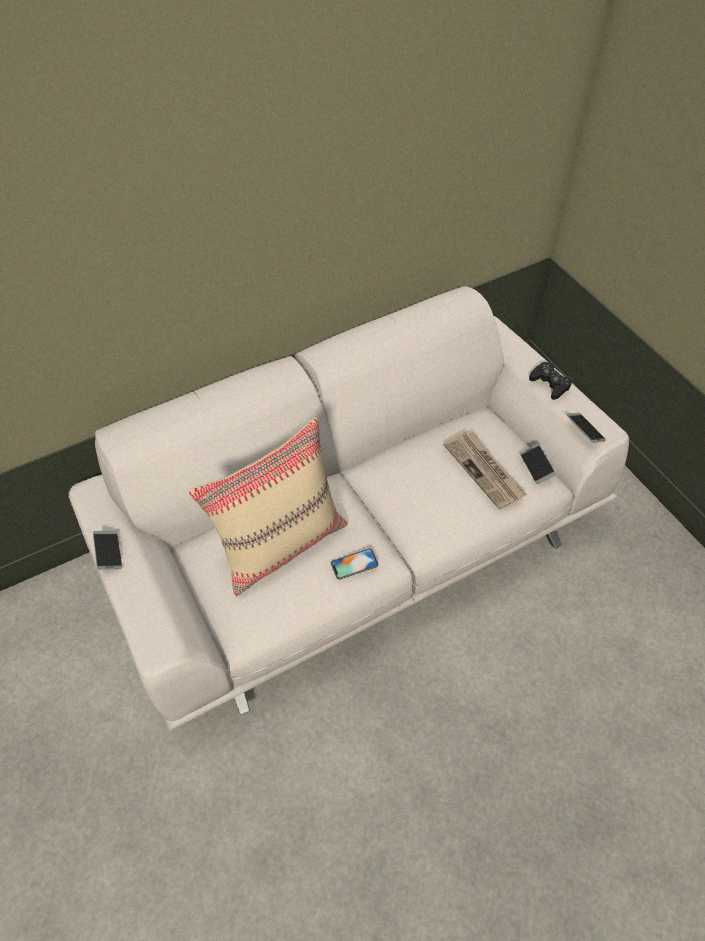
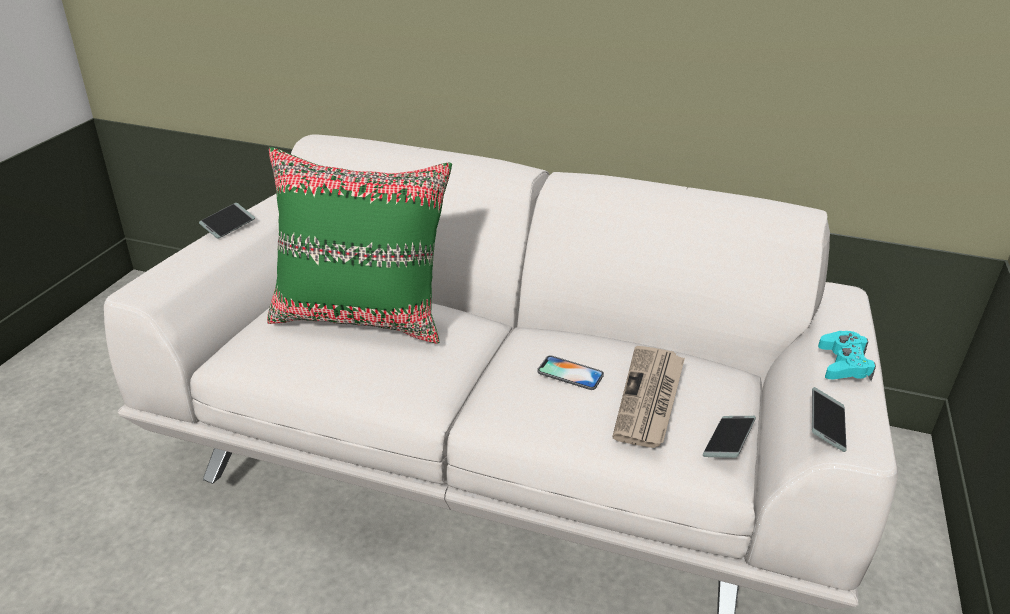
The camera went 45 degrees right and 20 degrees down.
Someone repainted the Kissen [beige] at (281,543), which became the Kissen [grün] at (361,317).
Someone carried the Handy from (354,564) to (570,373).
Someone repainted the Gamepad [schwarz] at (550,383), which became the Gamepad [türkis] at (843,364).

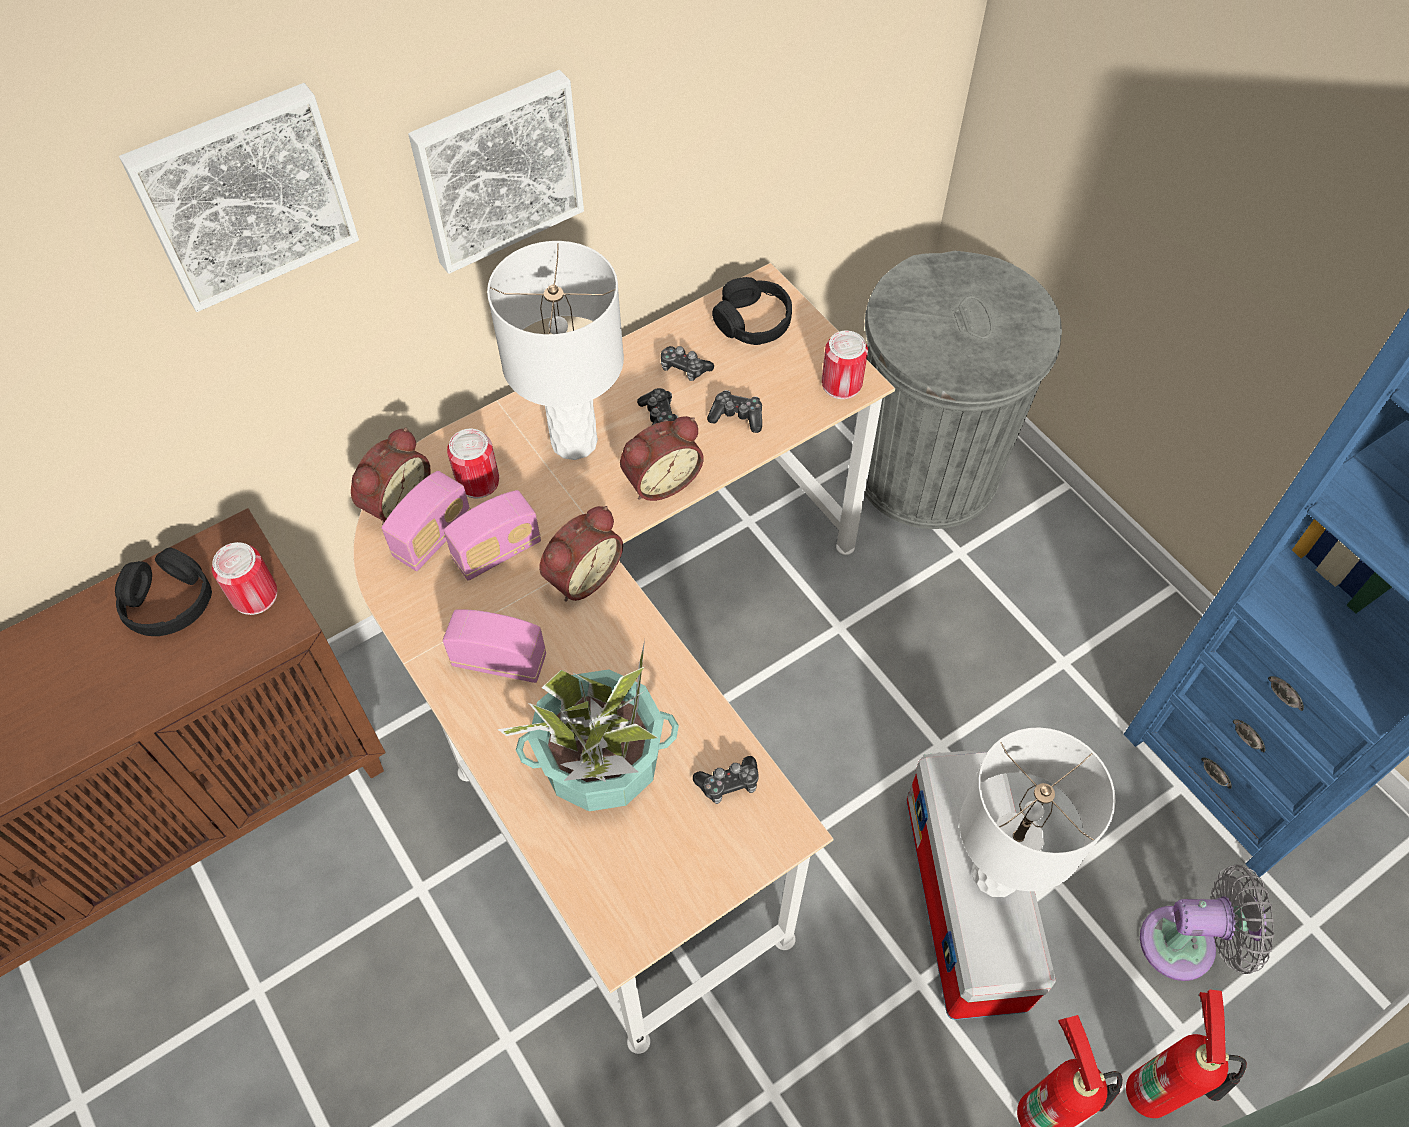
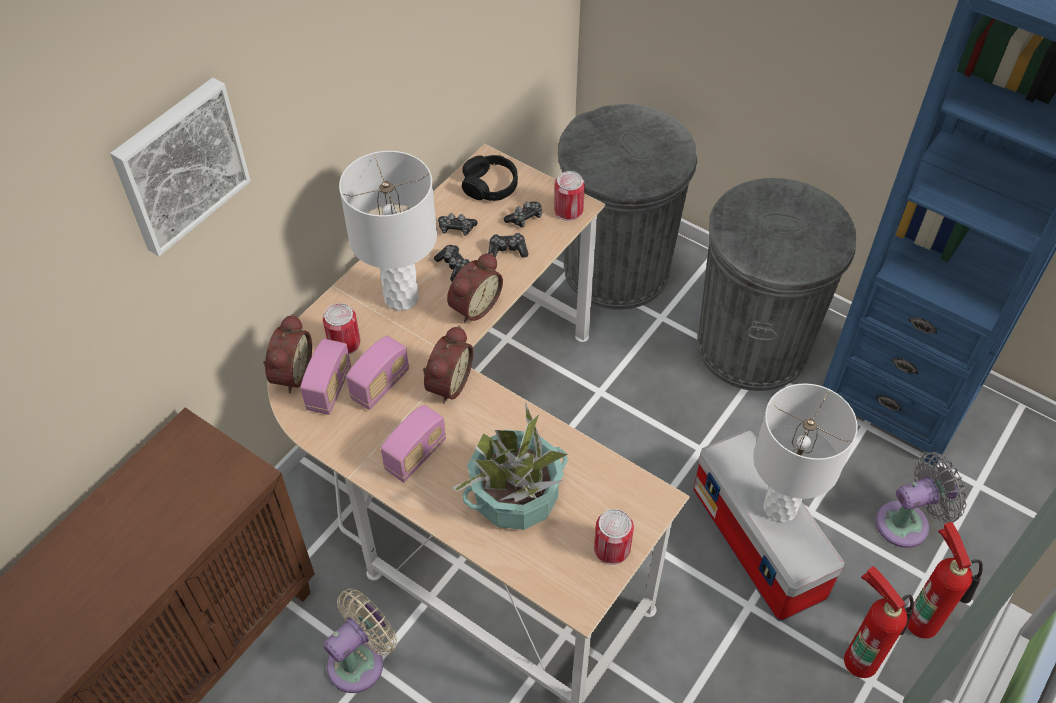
The camera went 20 degrees left and 5 degrees down.
Someone put down the Ventilator [beige] at (360,661).
Someone rotated the Radio at (499,661) by 135 degrees clockwise.
Someone carried the Gamepad from (728,784) to (525,218).
Someone carried the Dose from (254,595) to (612,548).
Someone put down the Mülleimer [grau] at (753,345).
Someone took away the Kopfhörer [schwarz] at (169,601).
Someone took away the Bild at (497,169).

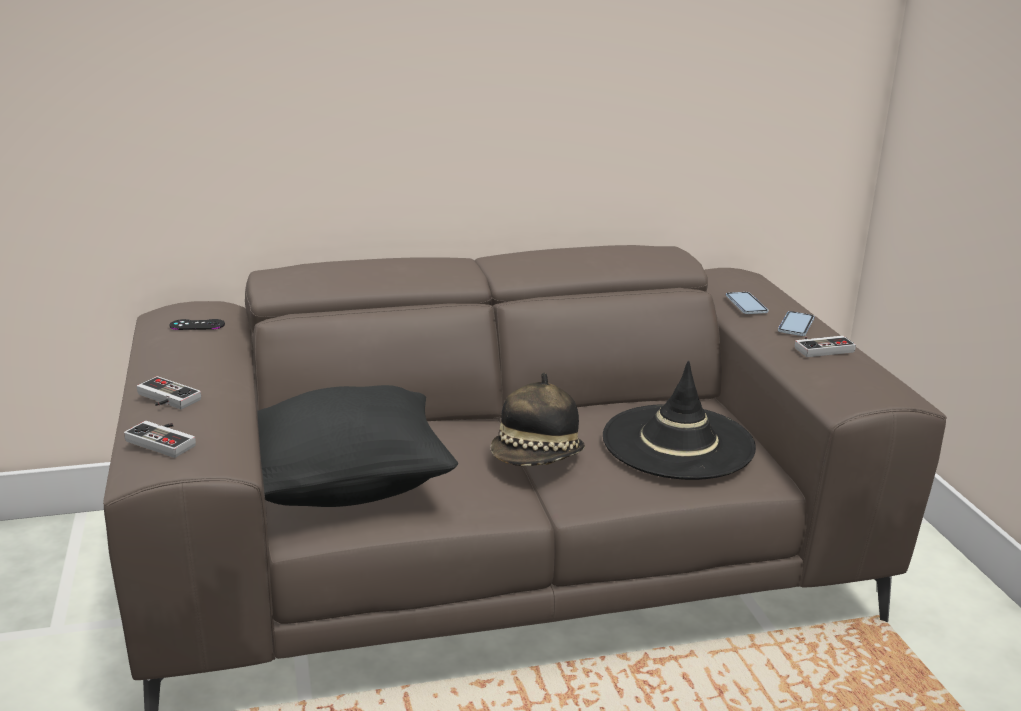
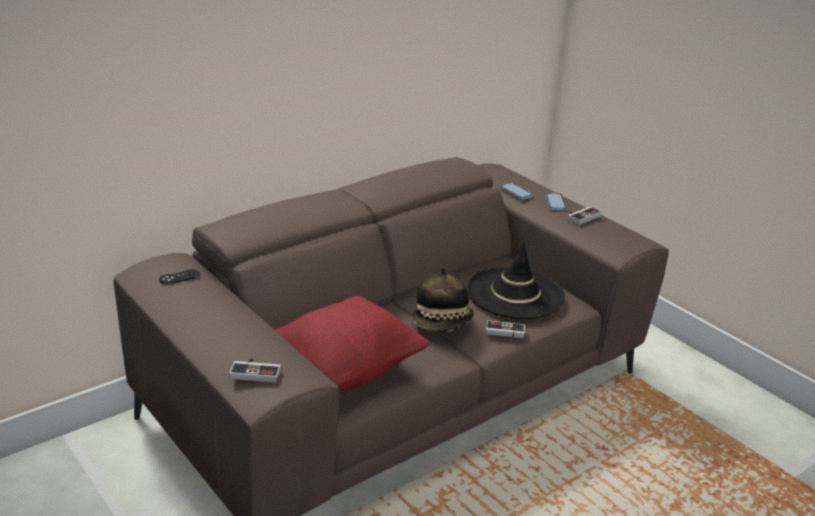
The camera went 25 degrees left and 5 degrees up.
Someone repainted the Kissen [schwarz] at (347,486), which became the Kissen [rot] at (342,371).
Someone carried the Gamepad from (164,399) to (504,334).

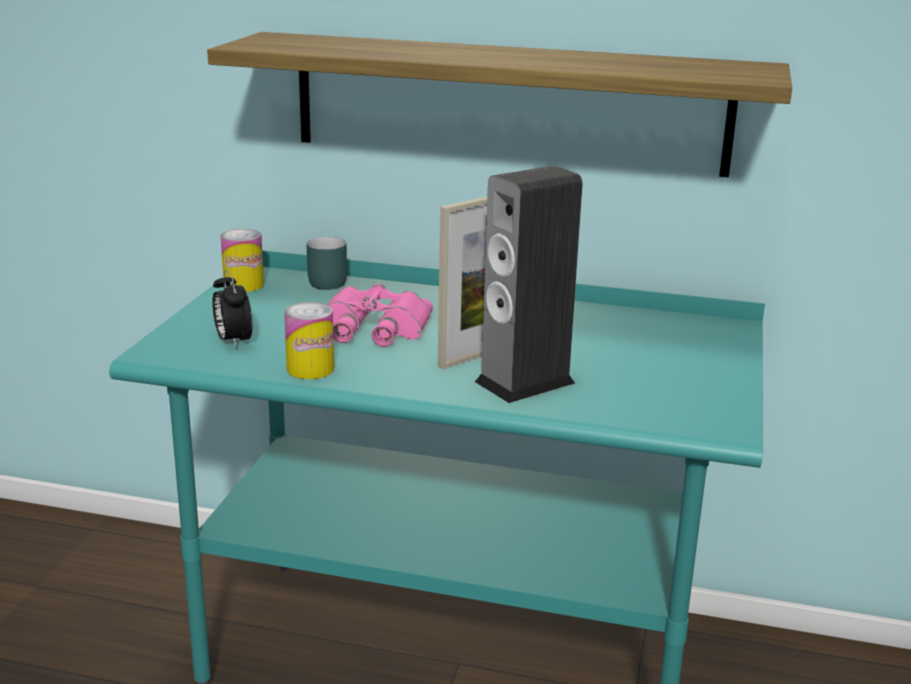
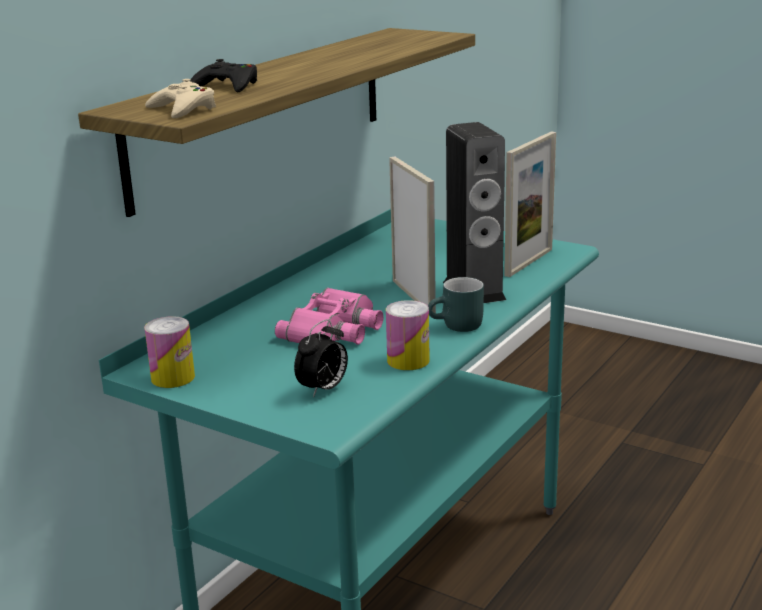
The camera went 70 degrees left and 0 degrees up.
Someone put down the Gamepad [beige] at (183,109).
Someone put down the Gamepad [schwarz] at (227,86).
Someone rotated the Wecker at (233,341) by 45 degrees counterclockwise.
Someone carried the Henkelbecher [türkis] from (322,282) to (457,327).
Someone put down the Bilderrahmen at (529,262).

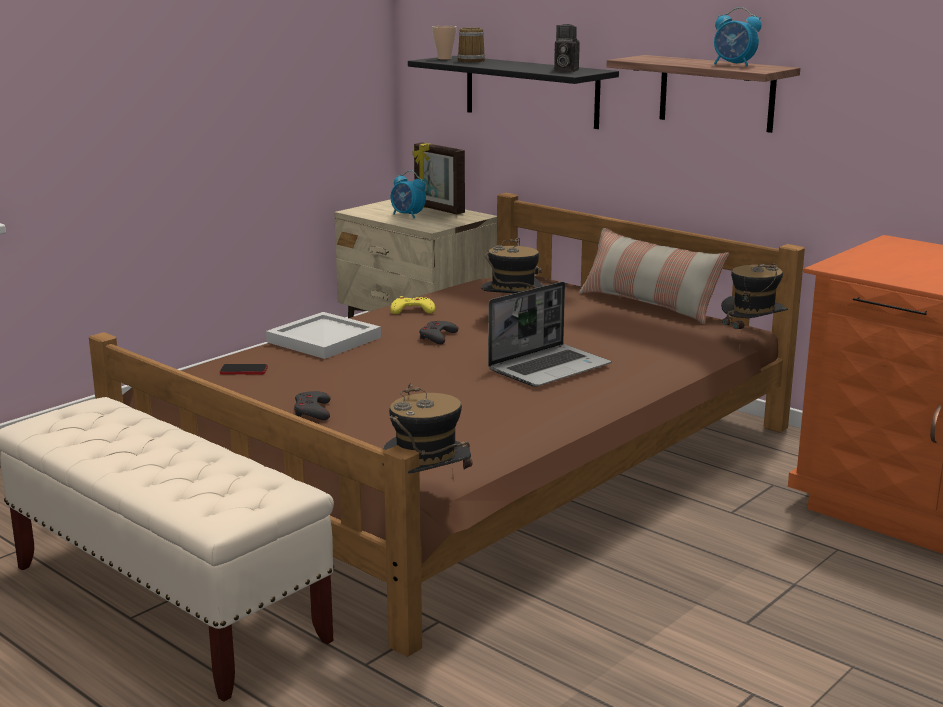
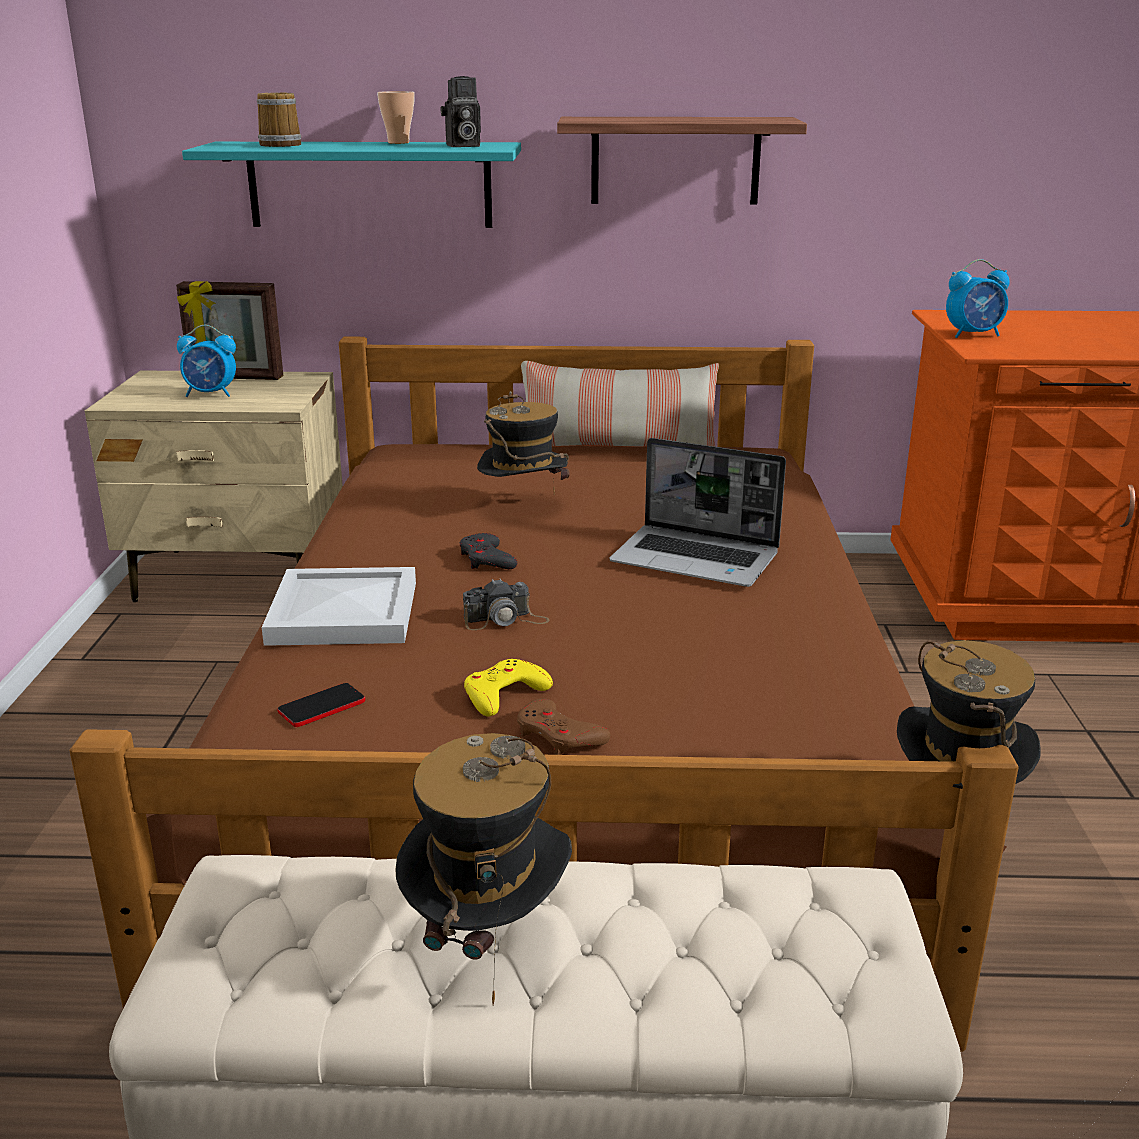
The camera went 40 degrees left and 5 degrees up.
Someone repainted the Wandregal [schwarz] at (531,91), which became the Wandregal [türkis] at (370,184).
Someone carried the Tasse from (444,58) to (398,142).
Someone carried the Hut from (751,341) to (487,939).
Someone put down the Kamera at (505,620).
Someone carried the Gamepad [gelb] from (412,310) to (504,694).
Someone repainted the Gamepad [grau] at (312,411), which became the Gamepad [braun] at (559,735).
Someone rotated the Laptop at (549,367) by 105 degrees clockwise.
Someone carried the Wecker from (734,65) to (974,335).

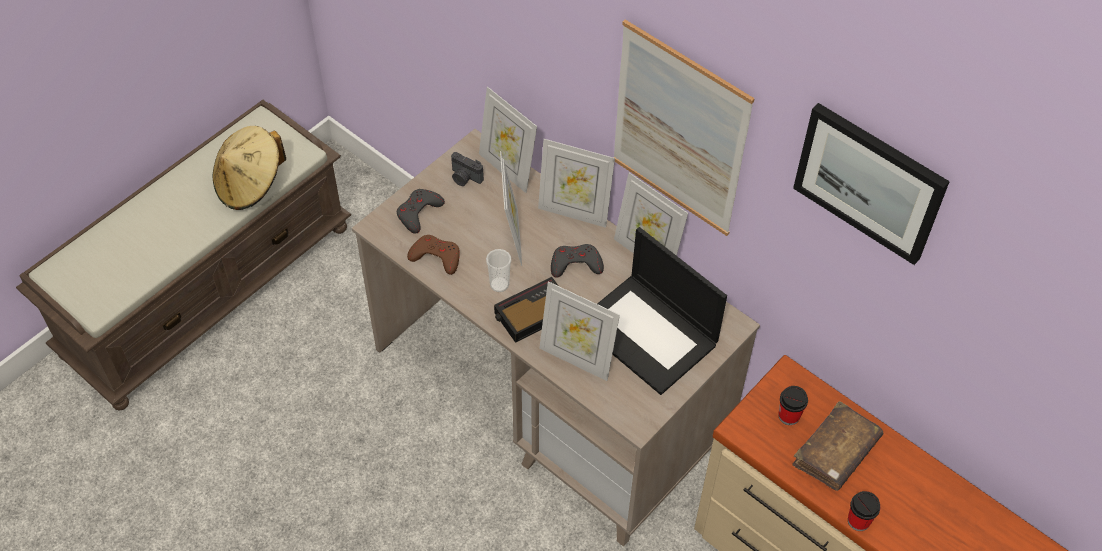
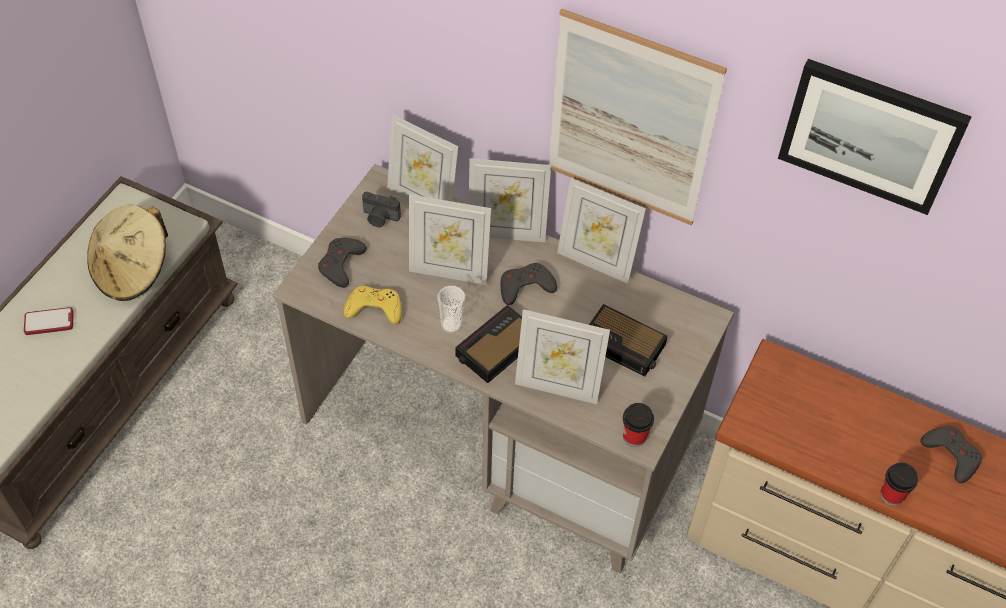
The camera went 15 degrees left and 0 degrees up.
Someone put down the Handy at (49,322).
Someone repainted the Gamepad [braun] at (436,257), which became the Gamepad [gelb] at (374,308).
Someone rotated the Bilderrahmen at (511,237) by 120 degrees clockwise.
Someone swapped the Laptop at (649,334) for the Wecker at (624,345).
Someone carried the Tasse from (789,416) to (634,436).
Someone put down the Gamepad [grau] at (951,455).
Someone took away the Buch [braun] at (835,452).

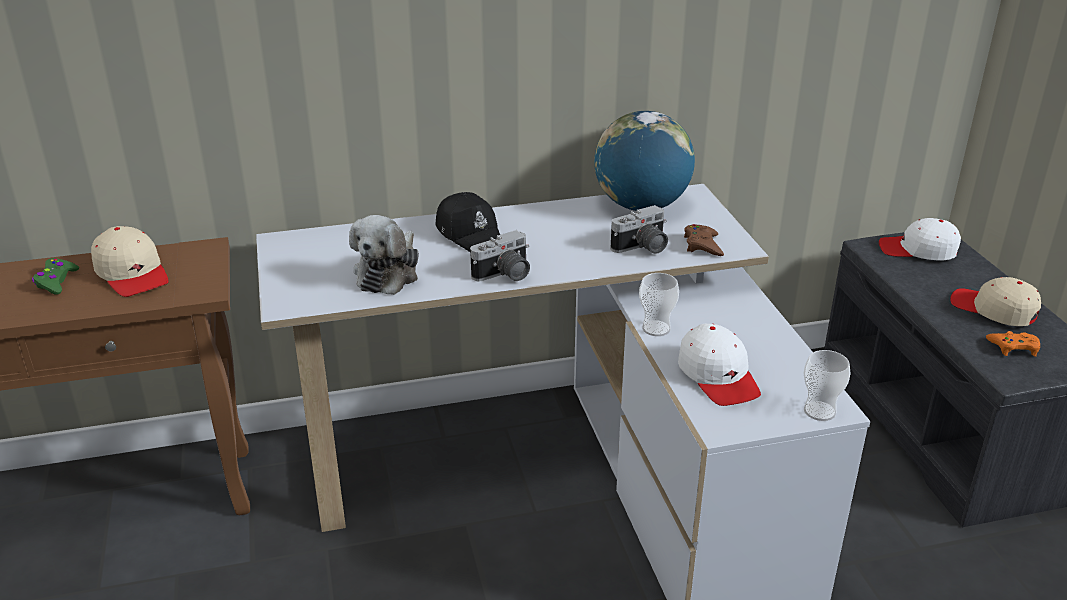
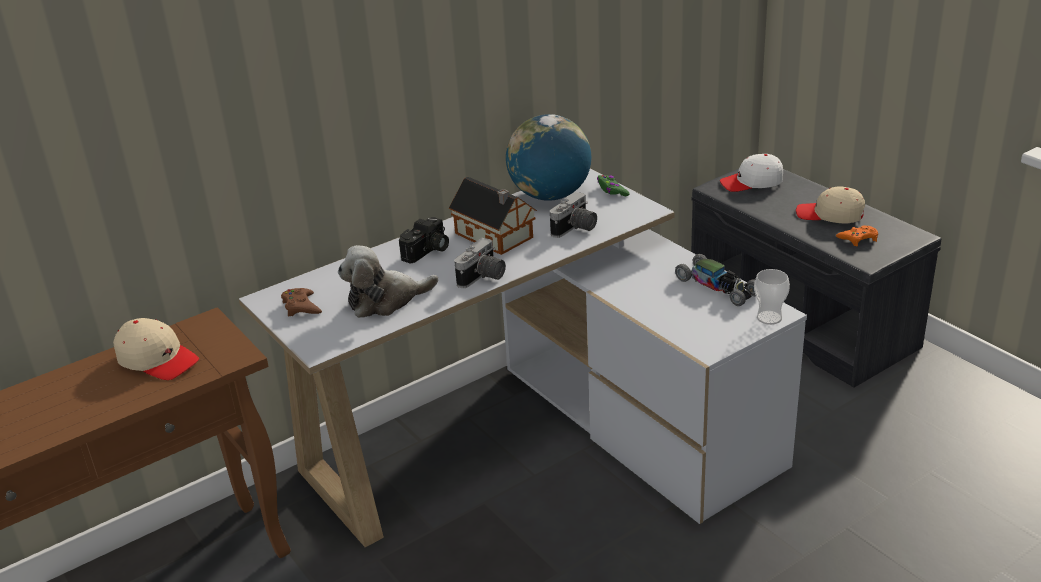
The camera went 20 degrees left and 0 degrees up.
Someone carried the Gamepad [braun] from (702,245) to (301,307).
Someone rotated the Plüschtier at (388,273) by 75 degrees clockwise.
Someone swapped the Kappe [schwarz] at (470,233) for the Kamera at (428,251).
Someone put down the Spielzeughaus at (495,237).
Someone carried the Gamepad [grün] from (56,282) to (612,190).
Someone put down the Spielzeugauto at (717,287).
Someone took away the Tasse at (656,328).
Someone took away the Kappe [weiß] at (718,376).

